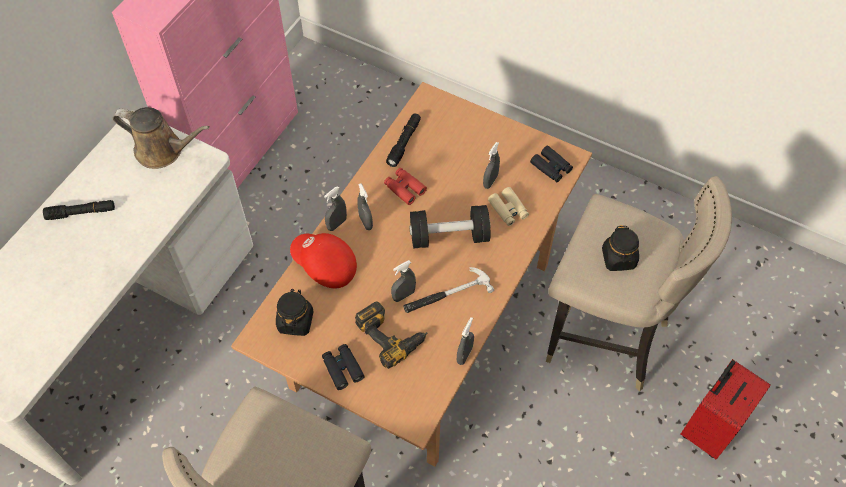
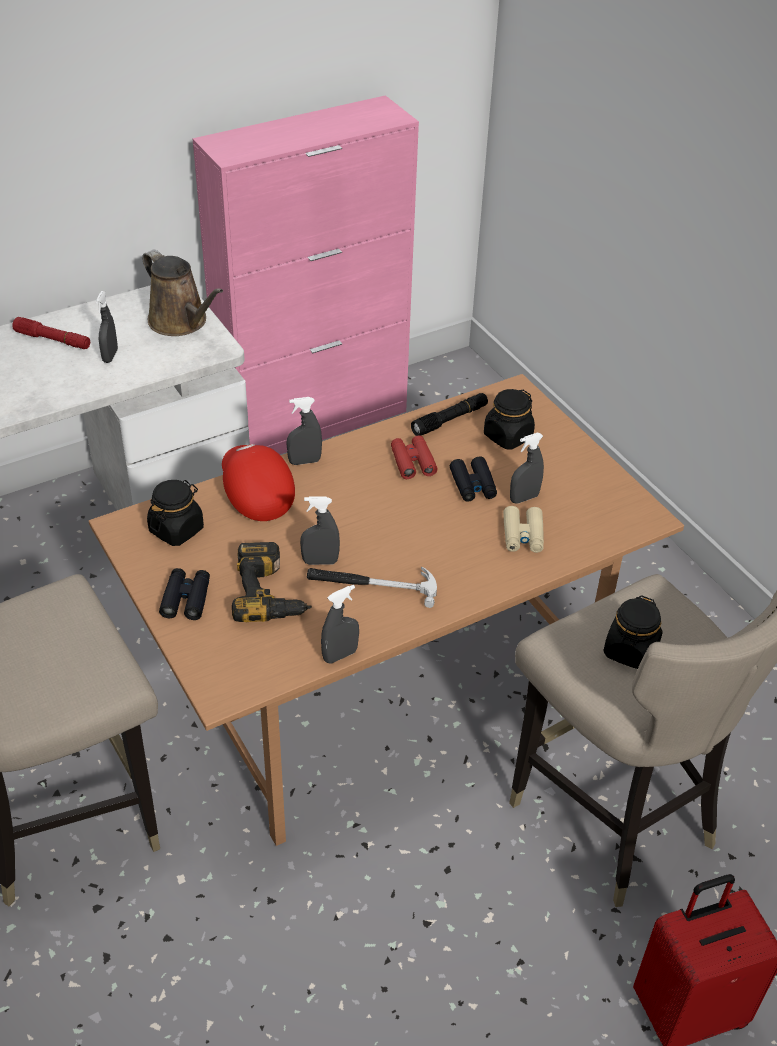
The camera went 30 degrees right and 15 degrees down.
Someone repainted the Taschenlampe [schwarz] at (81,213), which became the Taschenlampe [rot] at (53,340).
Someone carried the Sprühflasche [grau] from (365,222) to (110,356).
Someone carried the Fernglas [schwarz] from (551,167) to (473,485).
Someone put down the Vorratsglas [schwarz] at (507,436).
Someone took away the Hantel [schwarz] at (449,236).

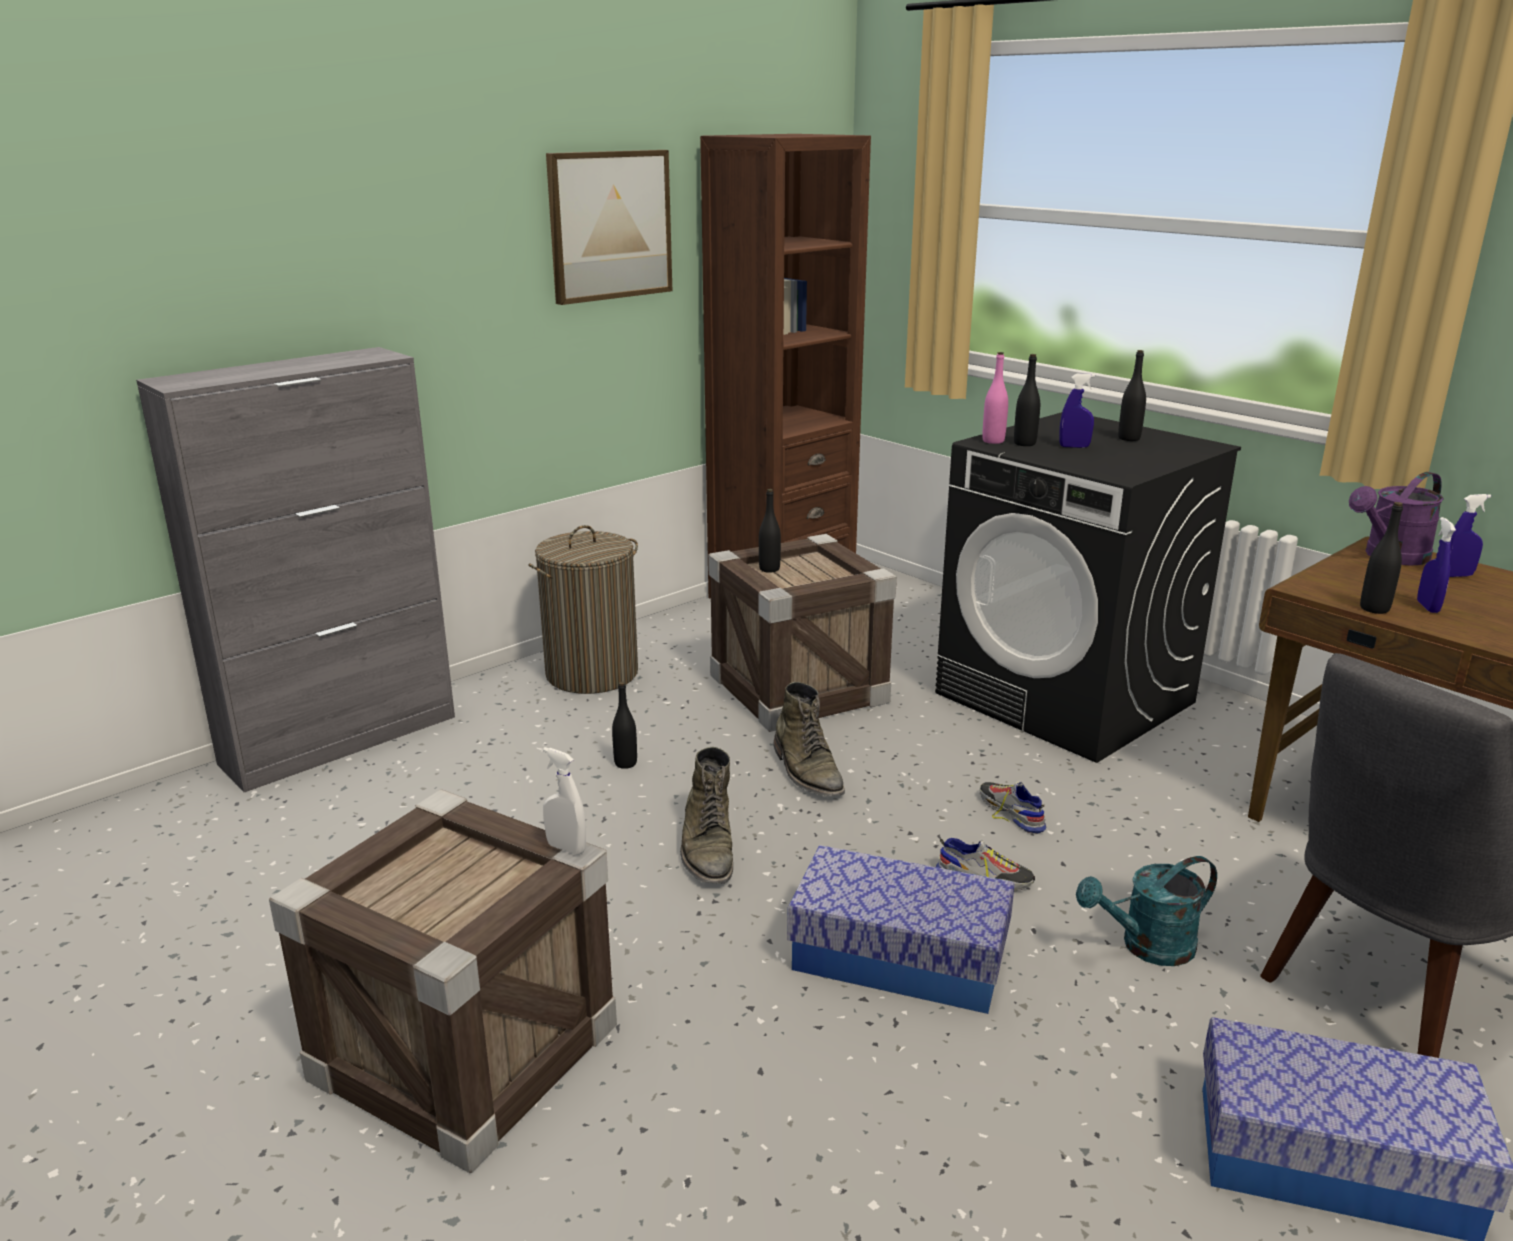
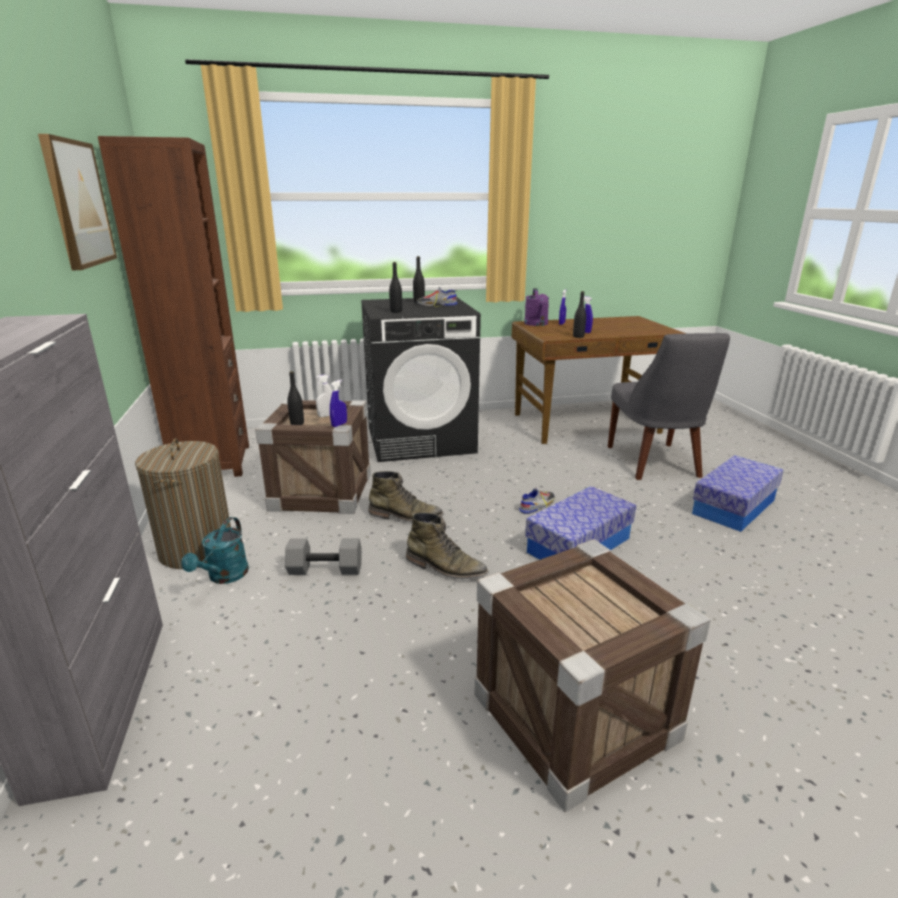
The camera went 60 degrees left and 0 degrees up.
Someone carried the Gießkanne [türkis] from (1147,947) to (224,577).
Someone swapped the Flasche [schwarz] at (625,763) for the Hantel [grau] at (326,569).
Someone carried the Sprühflasche [weiß] from (566,848) to (326,416).
Someone carried the Sprühflasche [blau] from (1074,446) to (339,424).
Someone carried the Schuh from (1011,812) to (436,305).
Someone took away the Flasche [rosa] at (993,441).

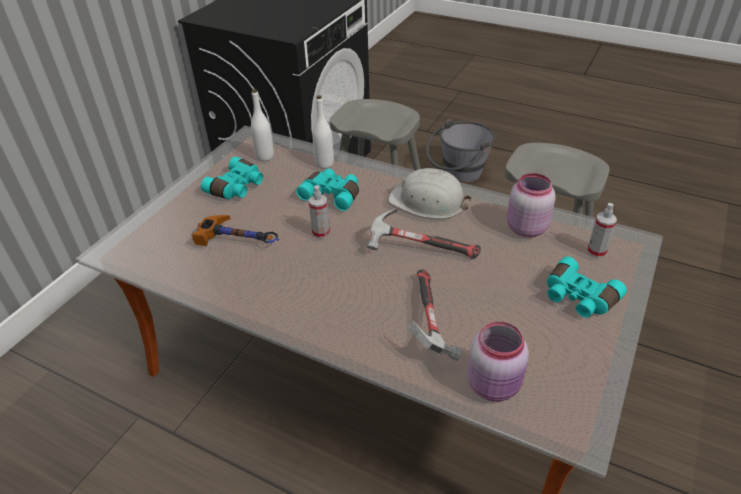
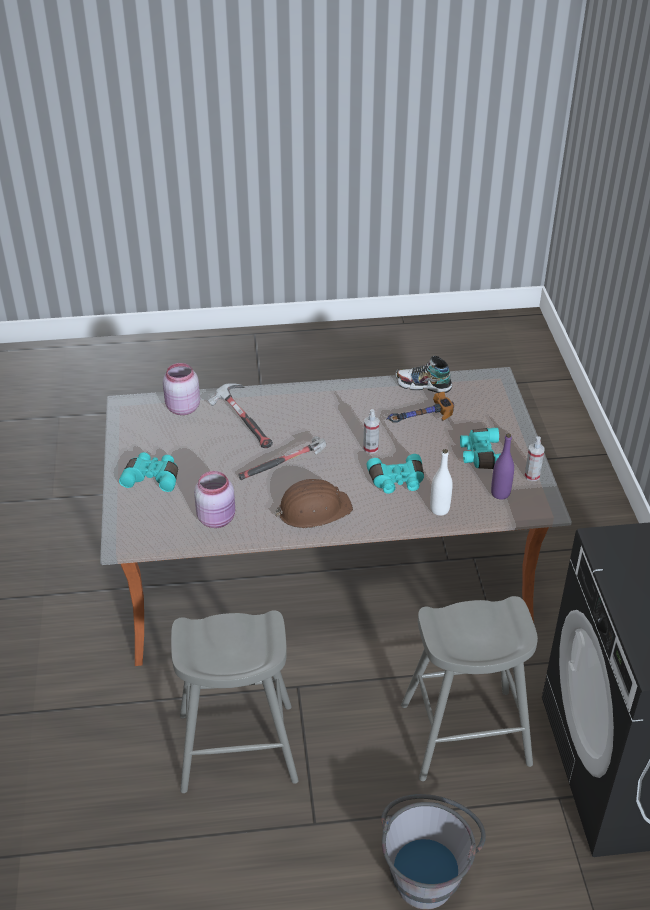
The camera went 145 degrees right and 0 degrees up.
Someone repainted the Schutzhelm [weiß] at (428,202), which became the Schutzhelm [braun] at (313,509).
Someone put down the Schuh at (423,385).
Someone repainted the Flasche [weiß] at (265,156), which became the Flasche [lila] at (500,493).
Someone carried the Sprühflasche from (596,251) to (532,476).

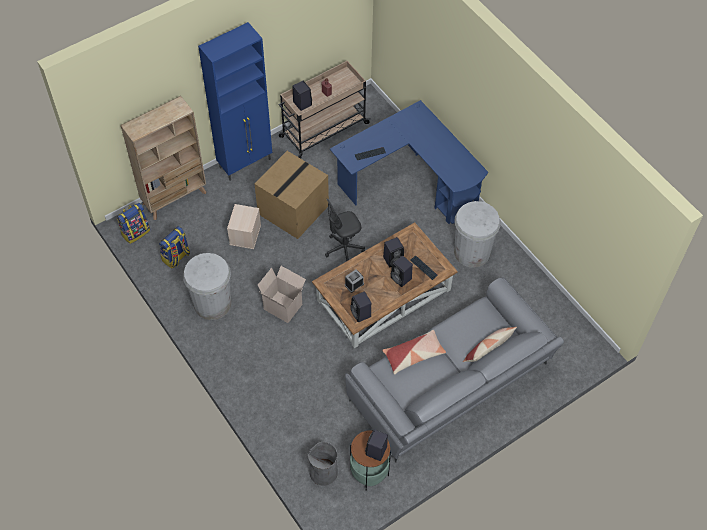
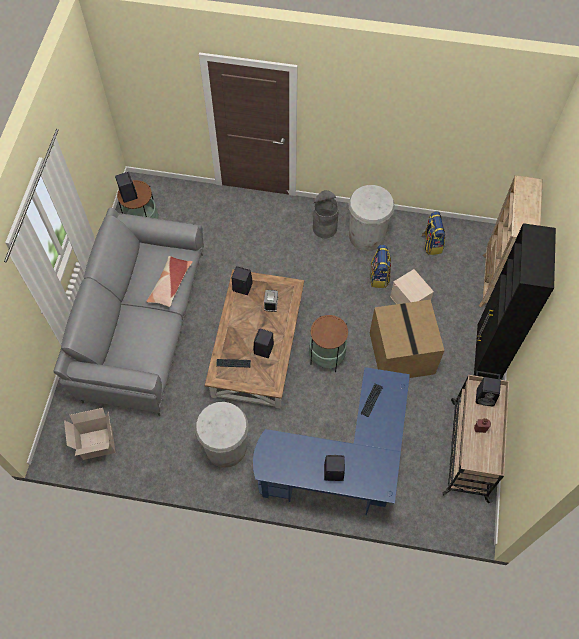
The camera went 135 degrees right and 5 degrees up.
Someone carried the Karton from (284,306) to (97,444).
Someone swapped the Bürostuhl [grau] at (344,249) for the Beistelltisch at (326,357).
Someone carried the Mülleimer [grau] from (323,472) to (324,228).
Someone carried the Lautsprecher [schwarz] from (401,278) to (332,472).
Someone carried the Rucksack from (135,232) to (379,276).
Someone repainted the Schrank [blau] at (246,163), which became the Schrank [schwarz] at (485,358).
Someone took away the Kissen at (488,350).

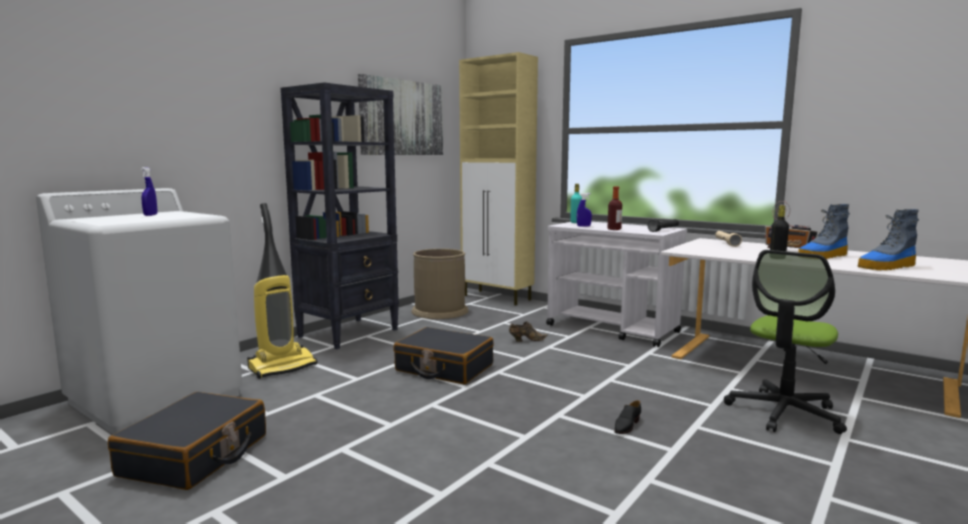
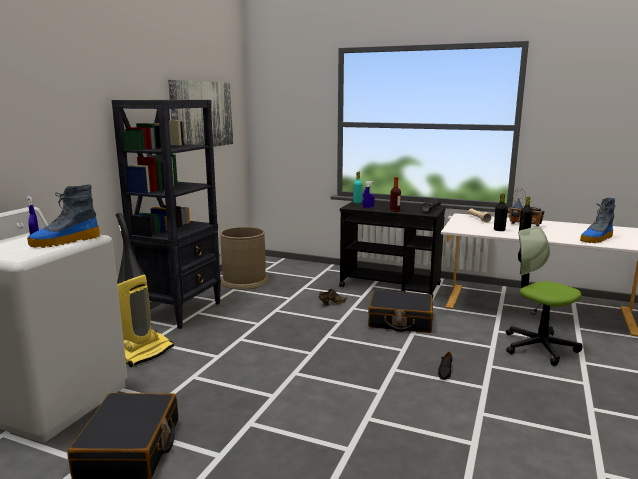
The camera went 15 degrees left and 5 degrees up.
Someone carried the Stiefel from (823,256) to (65,241).
Someone repainted the Rollwagen [weiß] at (613,329), which became the Rollwagen [schwarz] at (391,286).
Someone carried the Koffer [schwarz] from (444,368) to (400,321).
Someone put down the Flasche [schwarz] at (499,230).
Someone rotated the Bürostuhl at (784,413) by 120 degrees clockwise.
Someone took away the Schrank [beige] at (497,298).

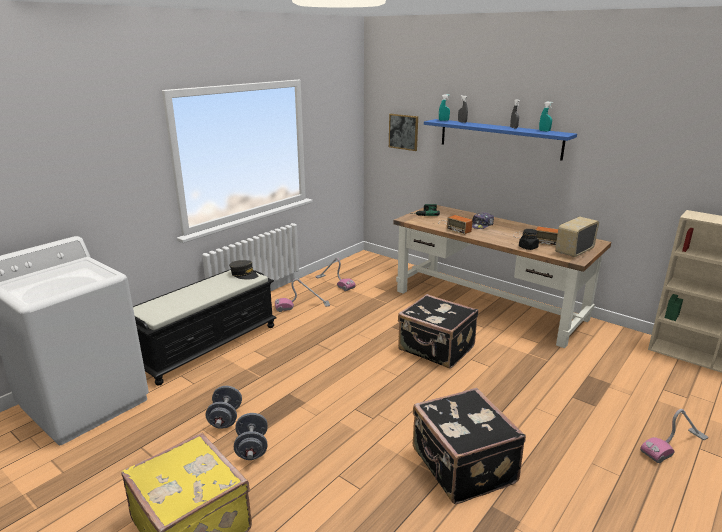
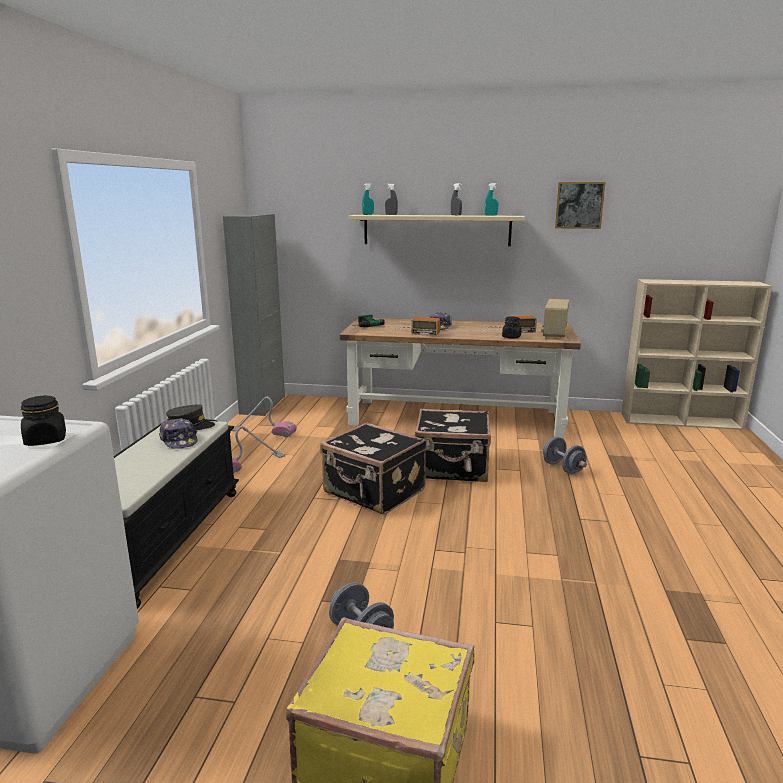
The camera went 30 degrees left and 5 degrees down.
Someone put down the Vorratsglas [schwarz] at (46,440).
Someone put down the Kappe at (179,440).
Someone put down the Schrank [grau] at (262,405).
Someone carried the Koffer [schwarz] from (462,467) to (373,492).
Someone repainted the Wandregal [blau] at (499,138), which became the Wandregal [beige] at (436,230).
Someone carried the Hantel [grau] from (225,418) to (563,468).
Someone carried the Bild from (403,132) to (579,205).
Someone took away the Staubsauger at (674,445).

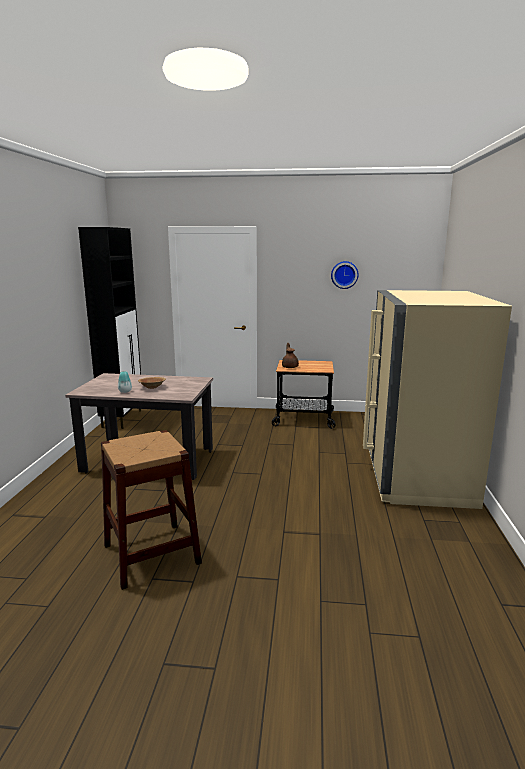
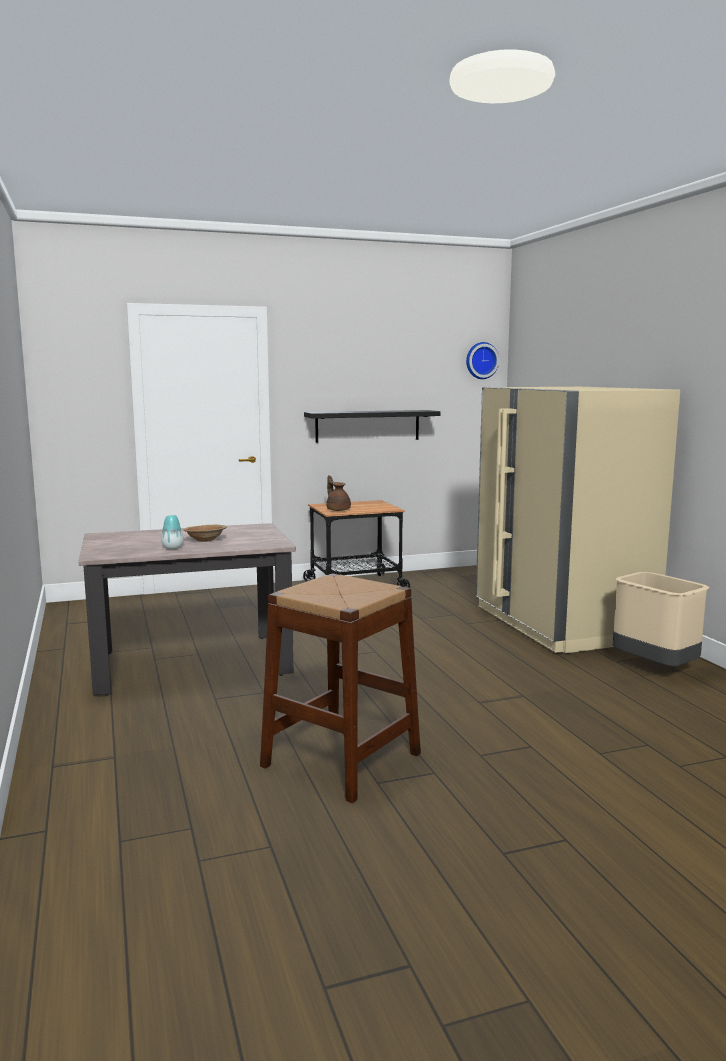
The camera went 25 degrees left and 5 degrees down.
Someone put up the Wandregal [schwarz] at (367,426).
Someone carried the Wanduhr from (344,275) to (481,360).
Someone put down the Mülleimer [beige] at (653,668).
Someone took away the Schrank [schwarz] at (122,418).

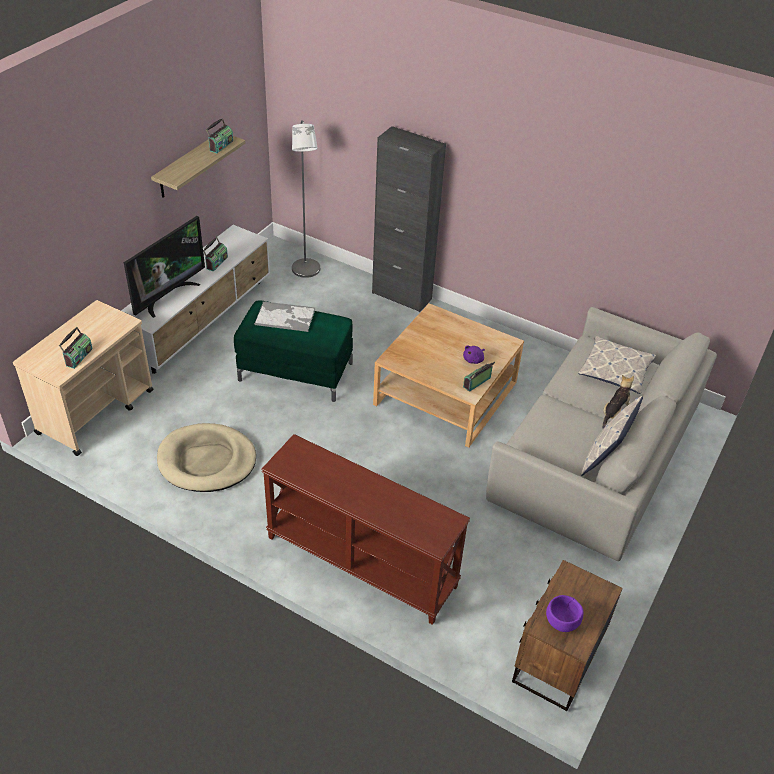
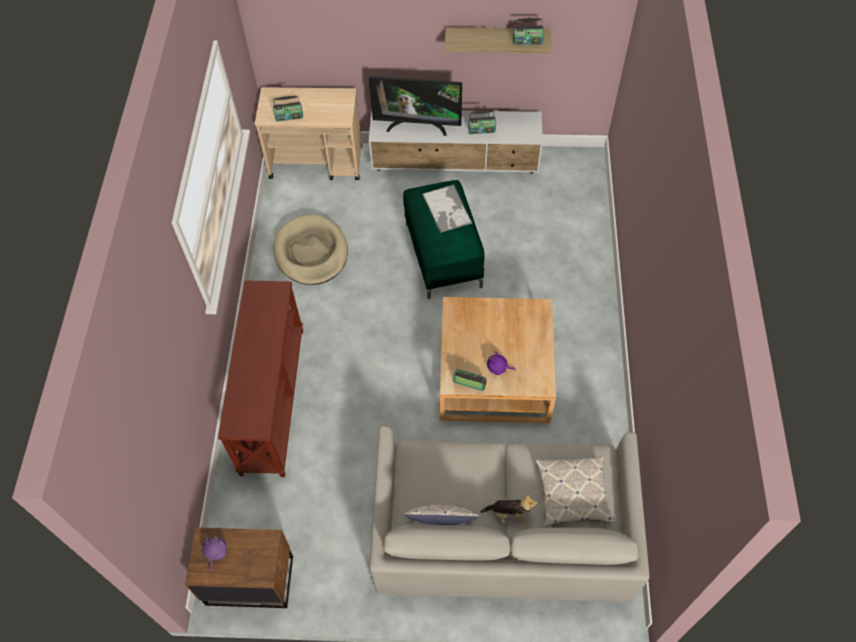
The camera went 65 degrees right and 15 degrees up.
Someone swapped the Schüssel [lila] at (562,622) for the Plüschtier [lila] at (215,553).
Someone took away the Stehlampe [grau] at (306,272).
Someone took away the Schrank [schwarz] at (401,296).

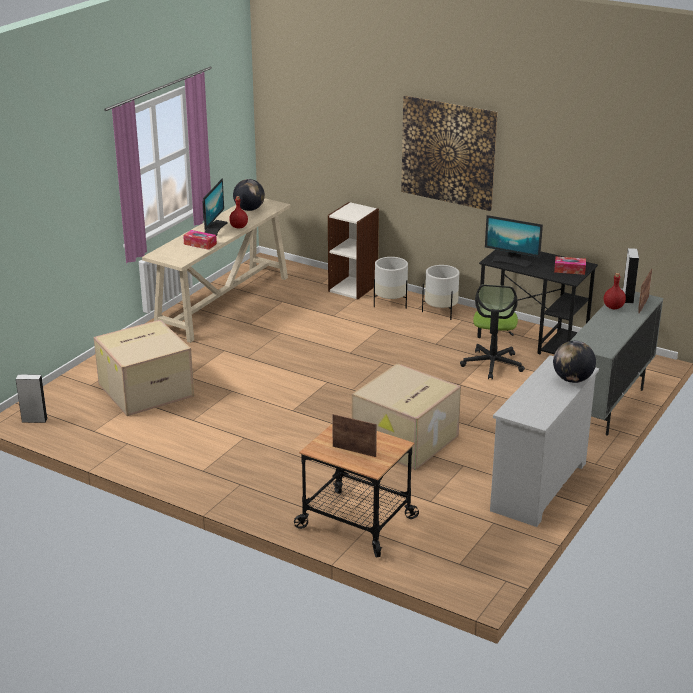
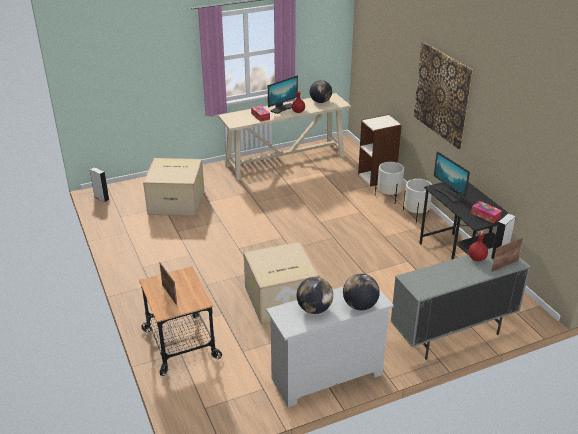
The camera went 35 degrees right and 5 degrees up.
Someone put down the Globus at (314,309).
Someone took away the Bürostuhl at (492,364).

